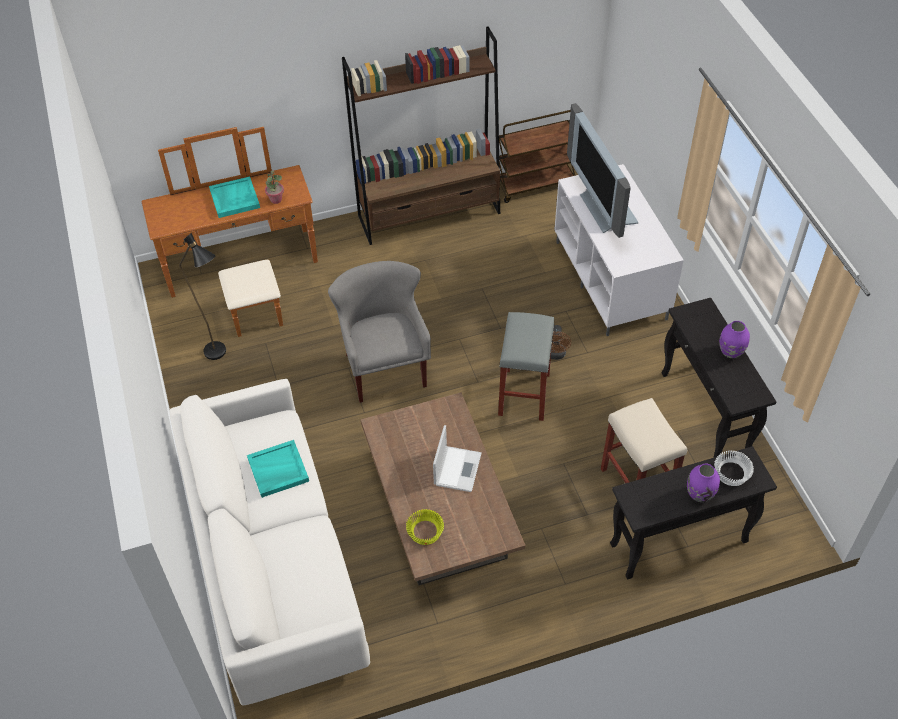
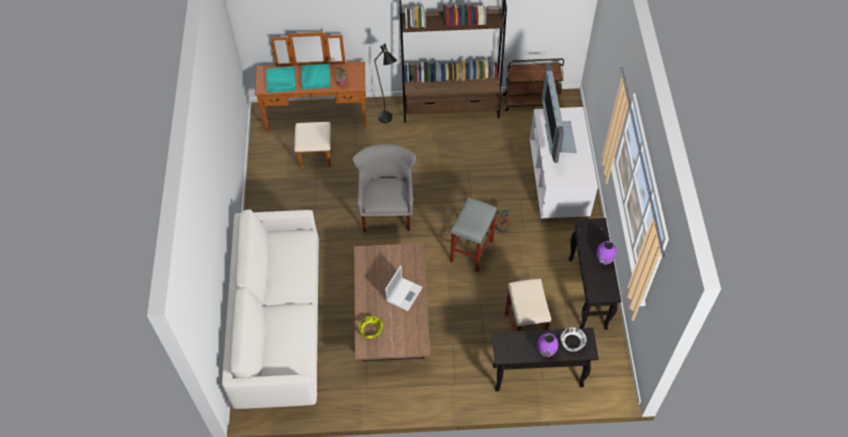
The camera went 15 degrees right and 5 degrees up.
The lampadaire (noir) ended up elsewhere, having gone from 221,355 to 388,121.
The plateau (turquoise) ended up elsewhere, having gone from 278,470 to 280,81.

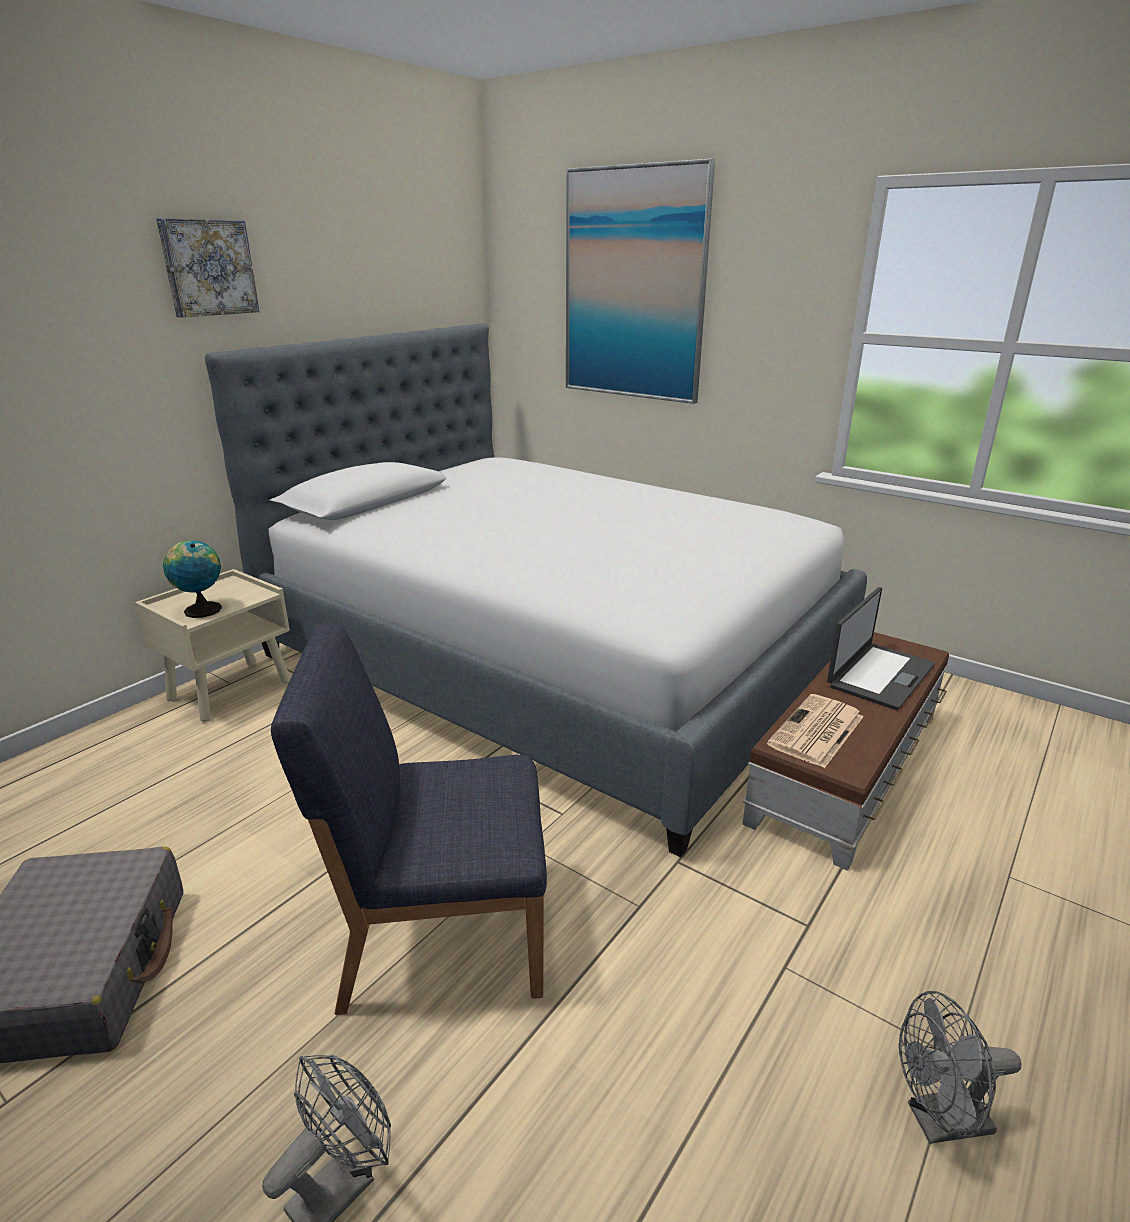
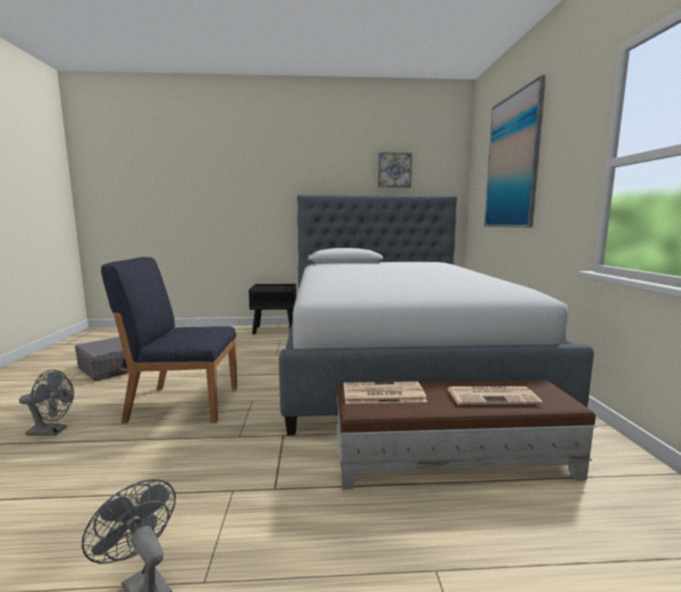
The camera went 50 degrees right and 15 degrees down.
The tableau ended up elsewhere, having gone from 208,268 to 394,170.
The second view lost the globe at 201,609.
What was the table de chevet (beige) at 231,689 turned into the table de chevet (noir) at 275,330.
Where the ordinateur portable stood at 879,675, the journal came to stand at 493,396.
The chaise (bleu) at 440,932 ended up facing another way, 45 degrees counterclockwise from before.

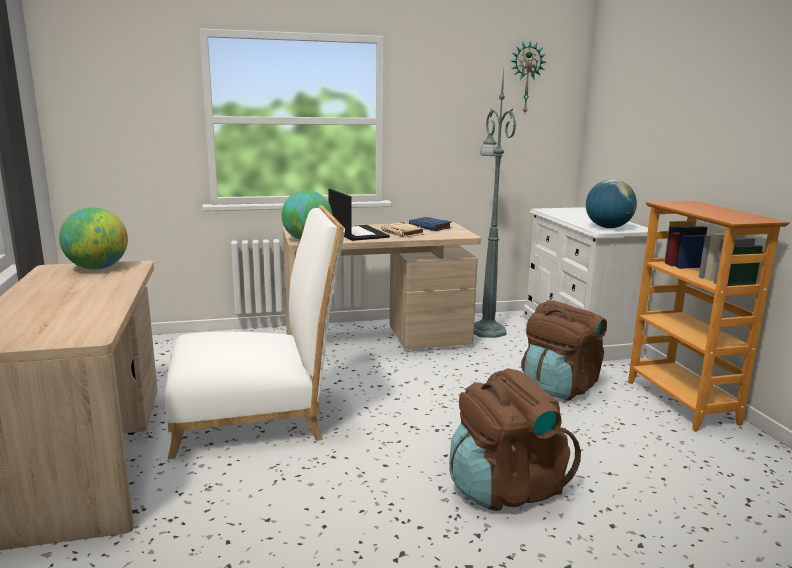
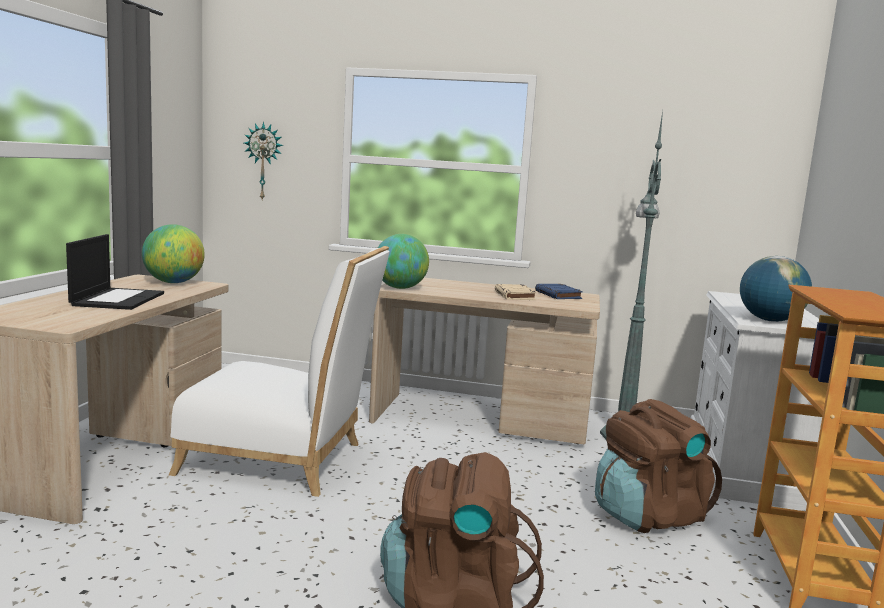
The camera went 25 degrees right and 5 degrees down.
The horloge murale ended up elsewhere, having gone from 526,78 to 264,161.
The ordinateur portable ended up elsewhere, having gone from 357,233 to 118,299.

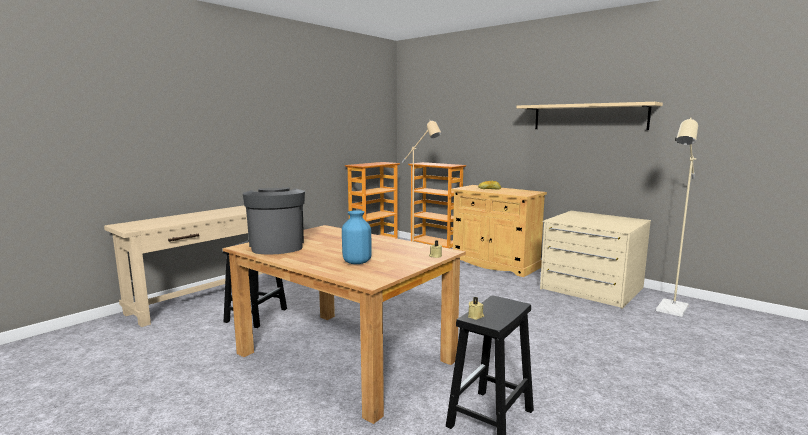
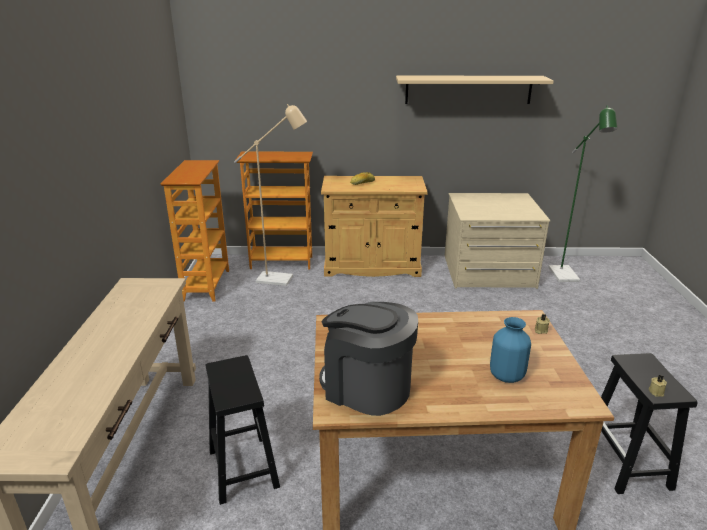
The camera went 40 degrees left and 15 degrees up.
What was the lampadaire (beige) at 671,310 turned into the lampadaire (vert) at 566,277.

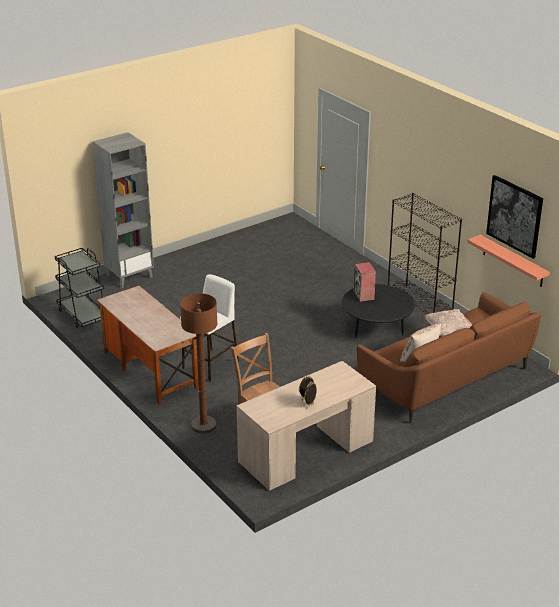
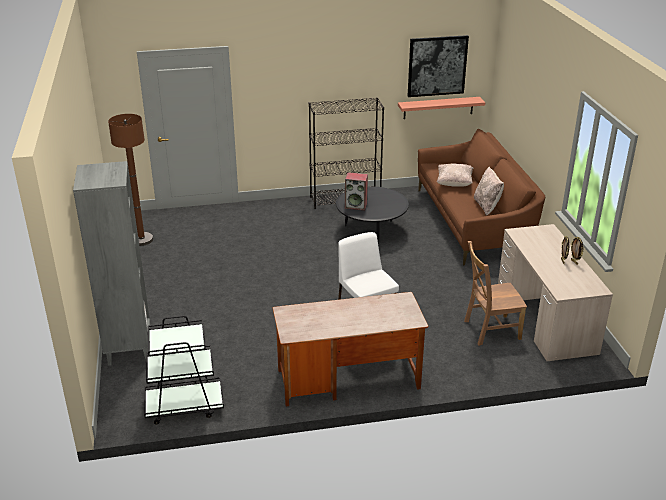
The camera went 65 degrees left and 0 degrees up.
The lampadaire (marron) ended up elsewhere, having gone from 203,425 to 141,240.

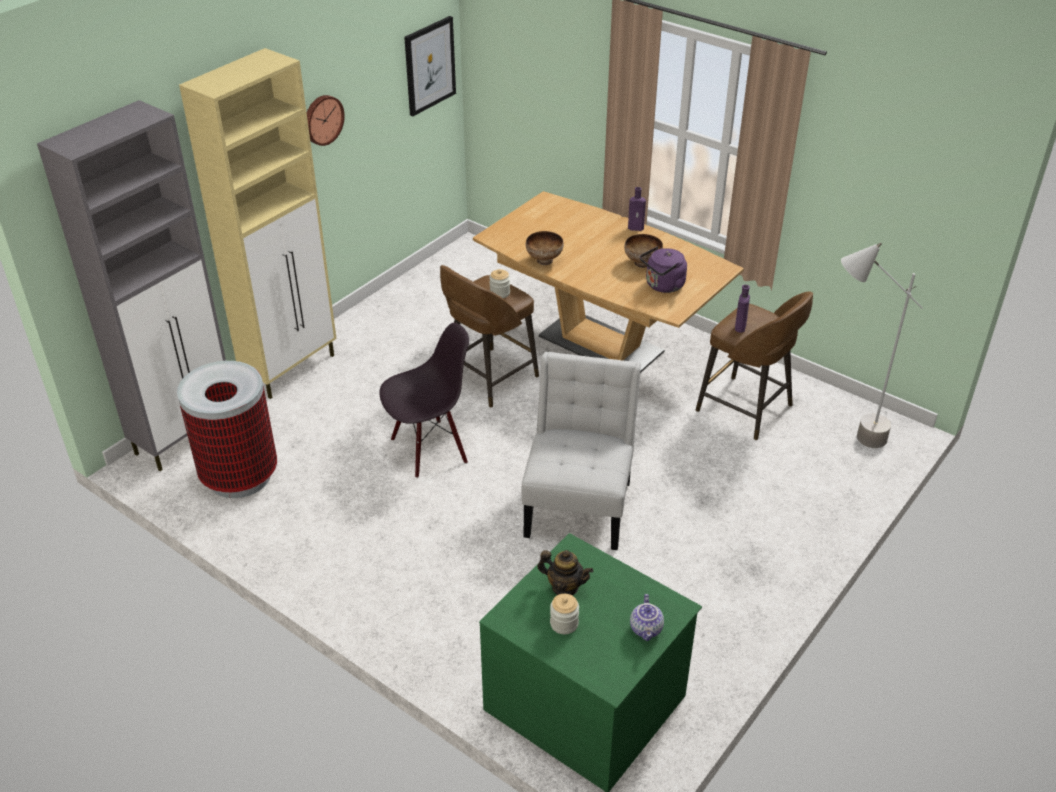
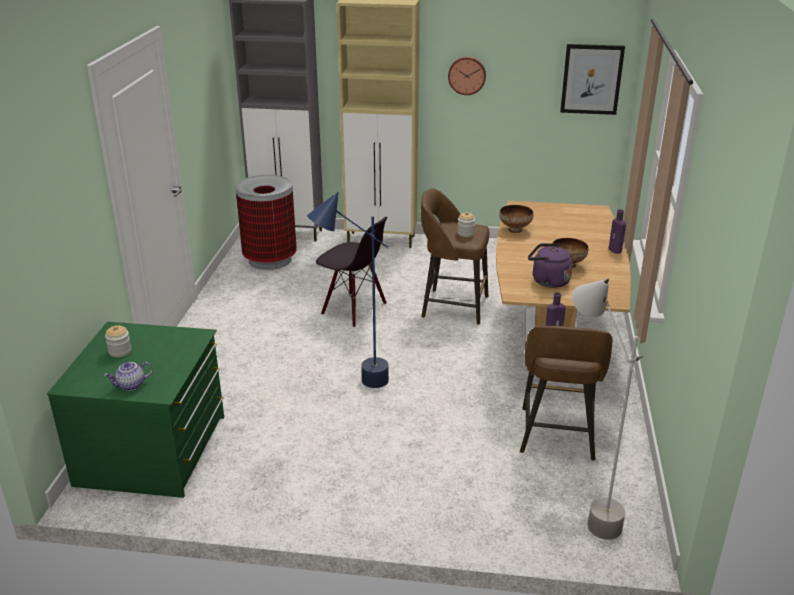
The camera went 60 degrees right and 10 degrees down.
Where the chaise (blanc) stood at 579,504, the lampadaire (bleu) came to stand at 354,386.
The second view lost the théière at 564,587.

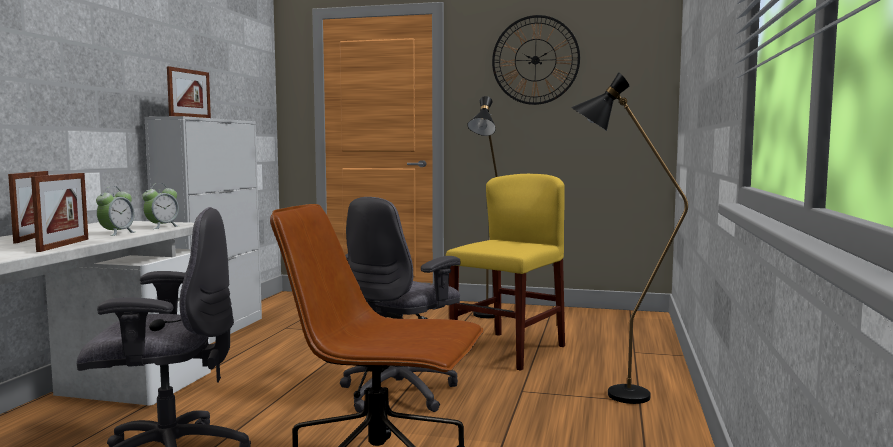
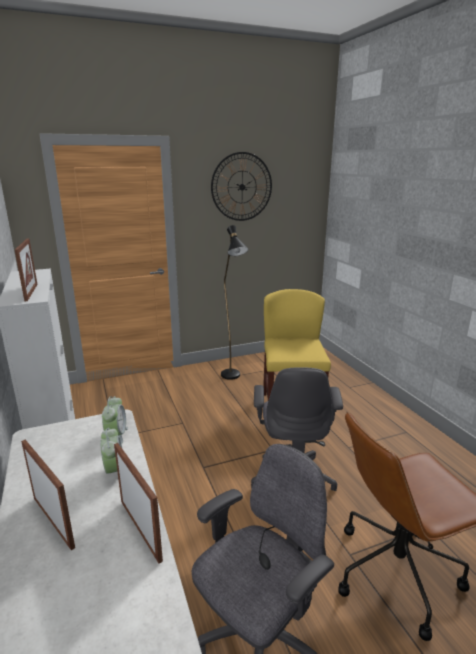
The camera went 35 degrees left and 15 degrees up.
The second view lost the lampadaire (noir) at 612,394.

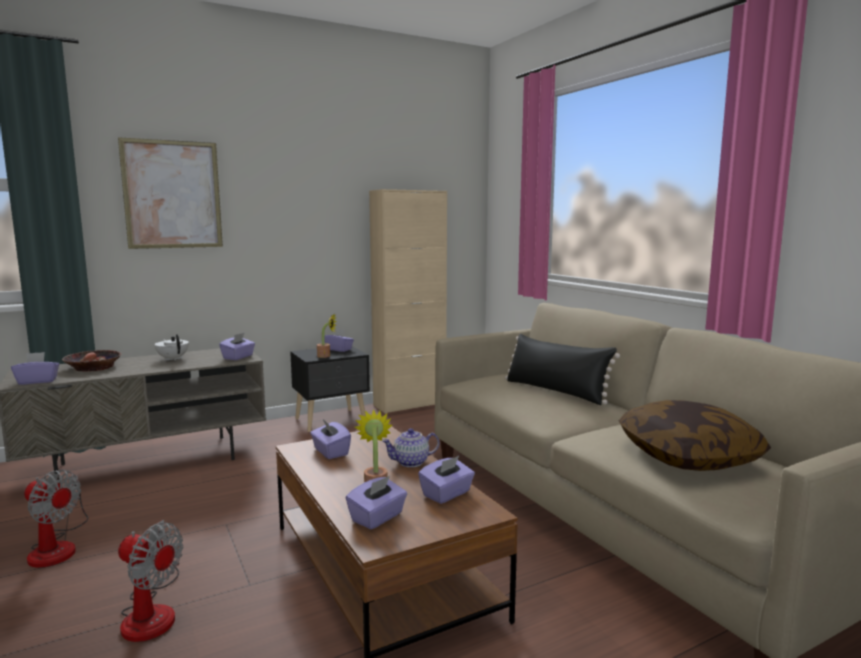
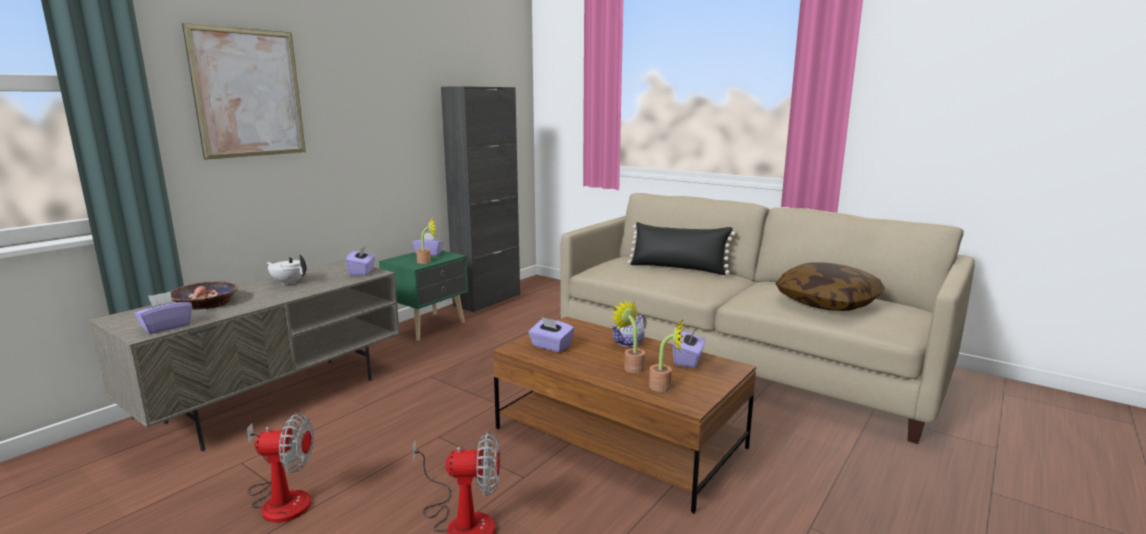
The camera went 25 degrees left and 5 degrees up.
What was the meuble de rangement (beige) at 409,404 turned into the meuble de rangement (noir) at 487,300.
What was the table de chevet (noir) at 332,420 turned into the table de chevet (vert) at 429,326.
Where the boîte à mouchoirs (violet) stood at 377,517, the plante en pot came to stand at 664,387.

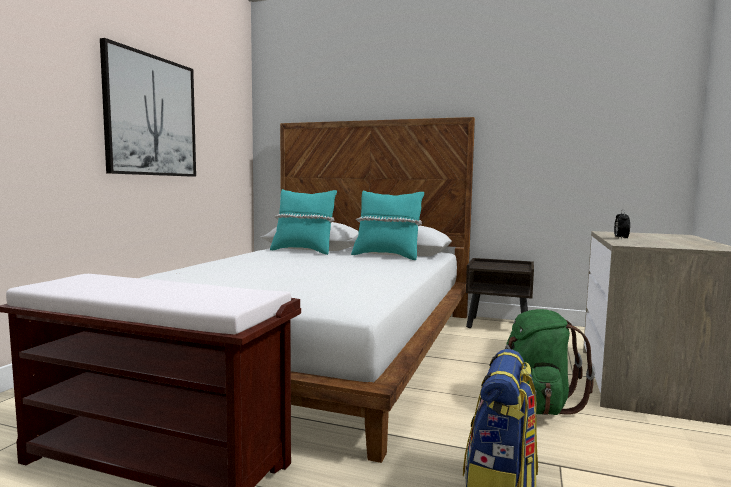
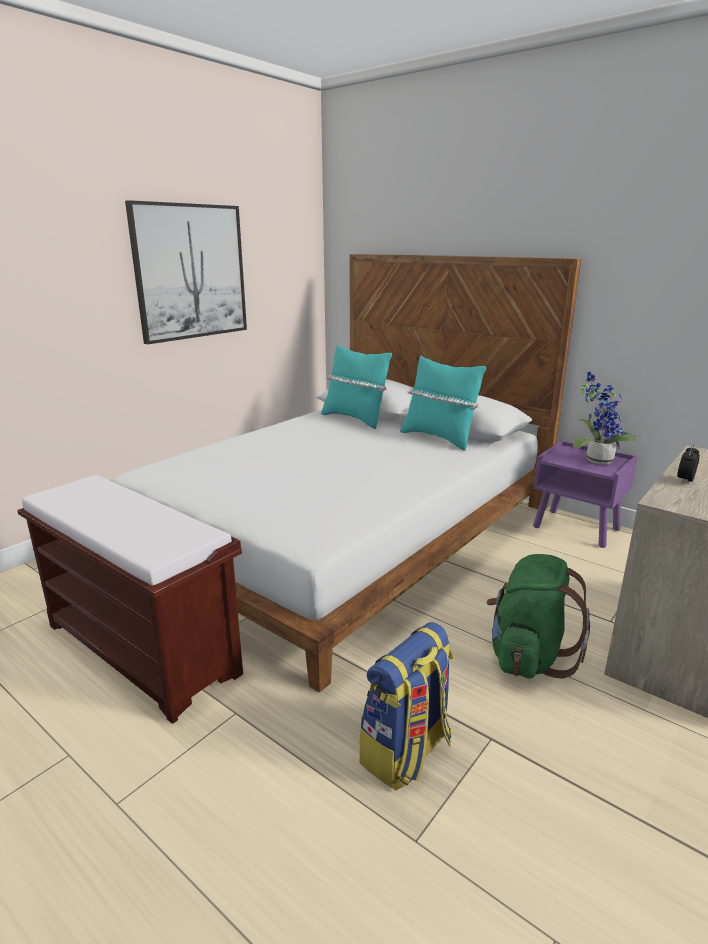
The camera went 20 degrees right and 15 degrees up.
What was the table de chevet (marron) at 499,325 turned into the table de chevet (violet) at 577,528.
The second view gained the plante en pot at 596,460.

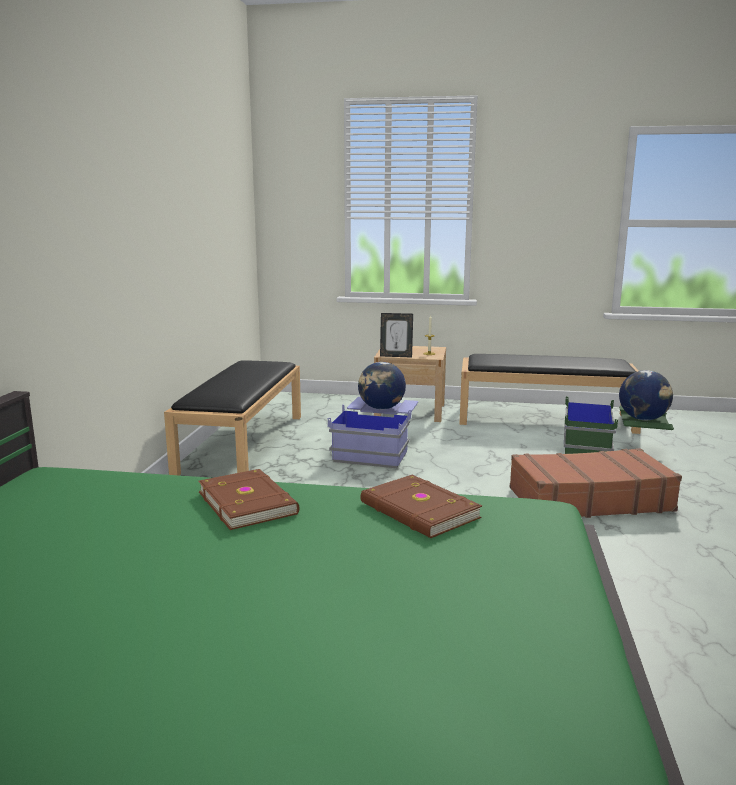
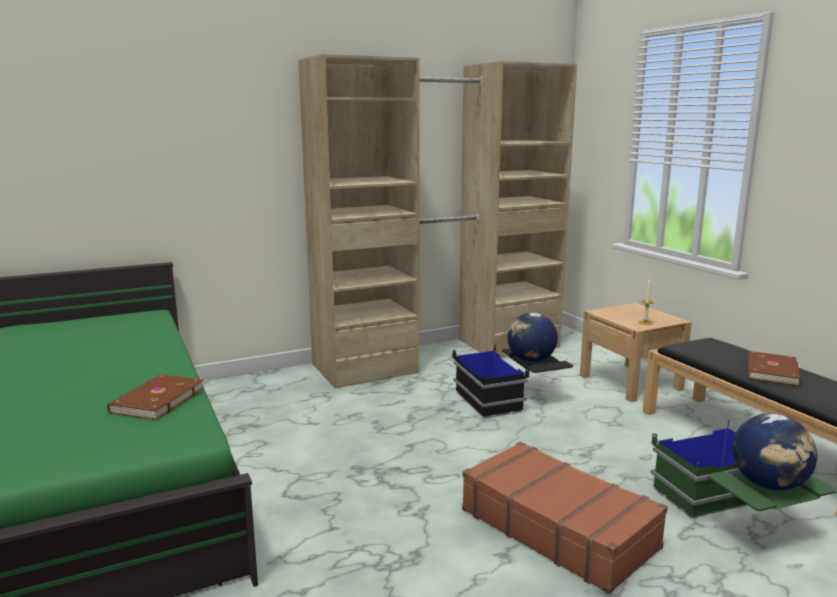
The camera went 55 degrees right and 0 degrees up.
The second view lost the cadre photo at 396,356.
Where the banc (noir) stood at 242,443, the armoire (beige) came to stand at 441,355.
What was the boîte de rangement (bleu) at 376,449 turned into the boîte de rangement (noir) at 511,398.
The livre (marron) ended up elsewhere, having gone from 248,502 to 774,371.

